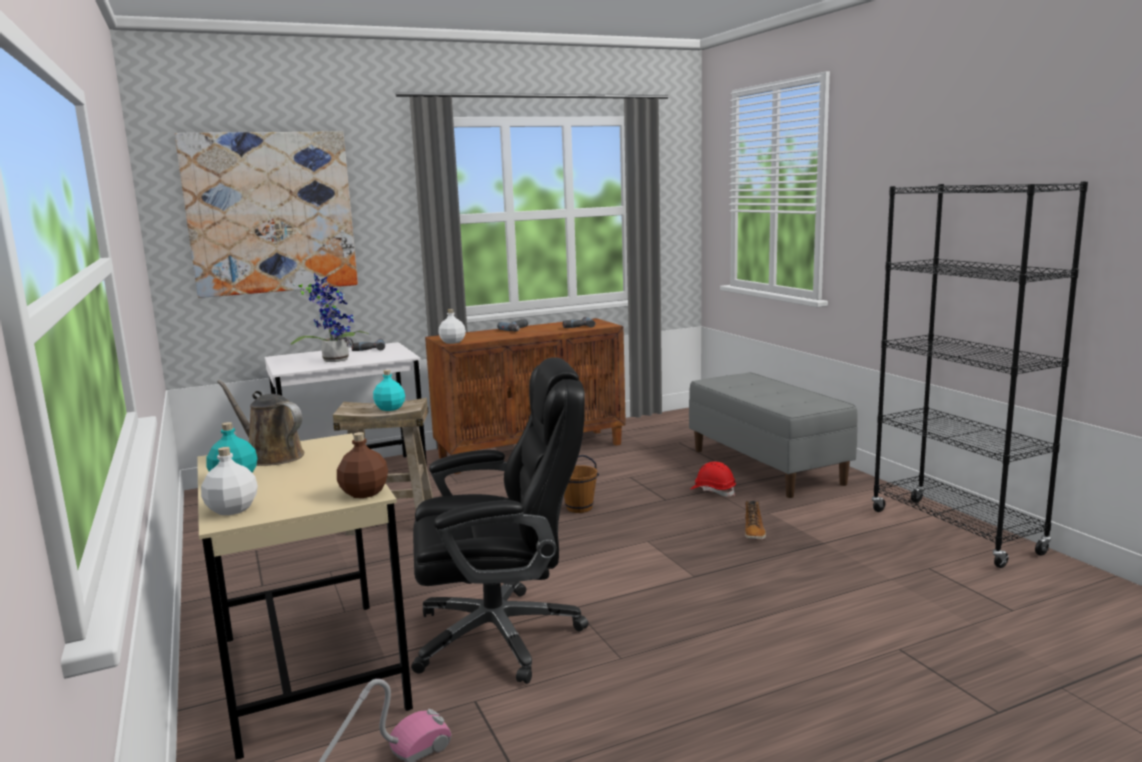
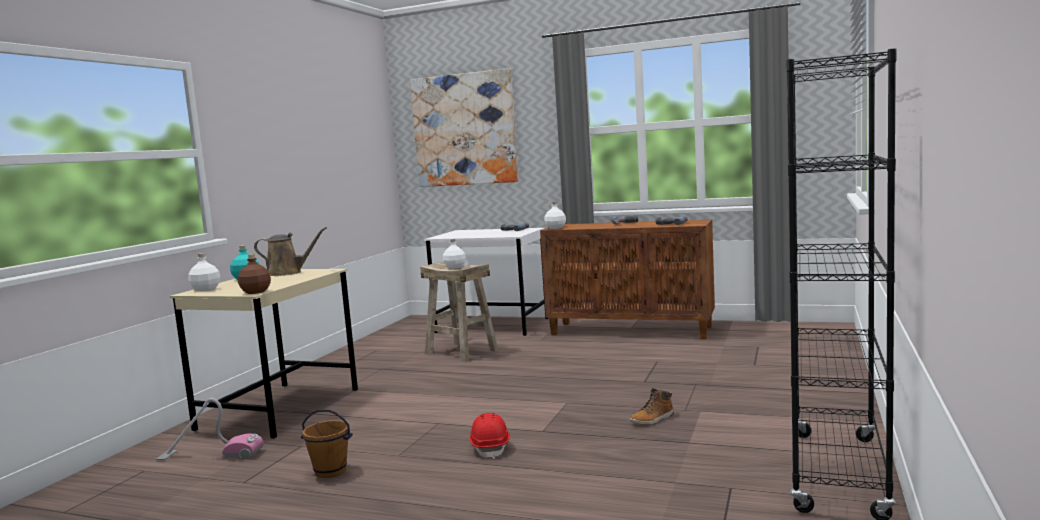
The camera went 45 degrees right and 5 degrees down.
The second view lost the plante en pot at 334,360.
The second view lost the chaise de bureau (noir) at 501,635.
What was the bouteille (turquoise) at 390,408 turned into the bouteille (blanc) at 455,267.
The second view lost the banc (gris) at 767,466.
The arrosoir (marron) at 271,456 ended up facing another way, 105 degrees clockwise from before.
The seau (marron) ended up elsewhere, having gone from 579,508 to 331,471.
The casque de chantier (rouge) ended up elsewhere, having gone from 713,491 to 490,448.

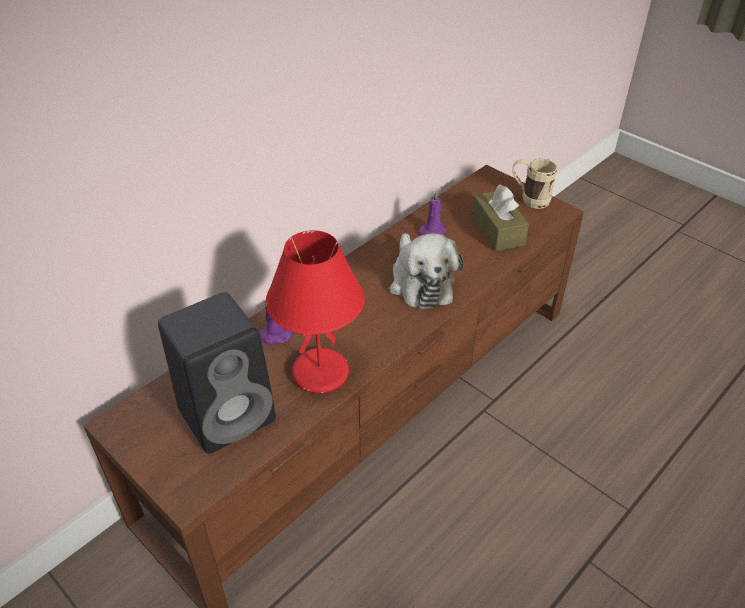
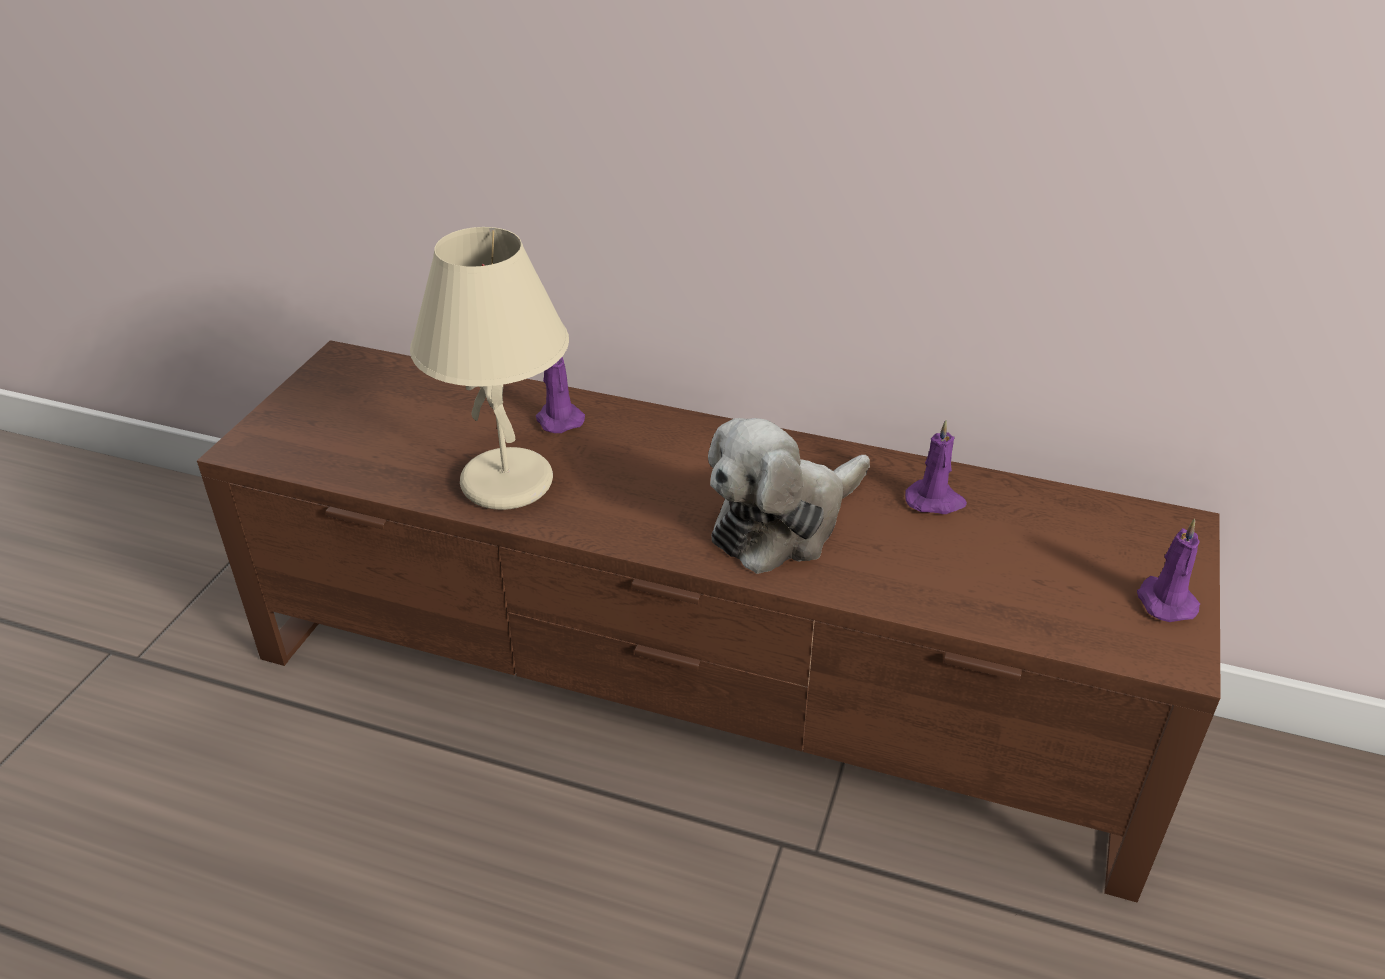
The camera went 65 degrees right and 5 degrees down.
Where the mug (beige) stood at 529,200, the bougie (violet) came to stand at 1164,601.
The second view lost the boîte à mouchoirs (marron) at 497,230.
What was the lampe de table (rouge) at 321,372 turned into the lampe de table (beige) at 509,483.
The second view lost the enceinte (noir) at 229,413.

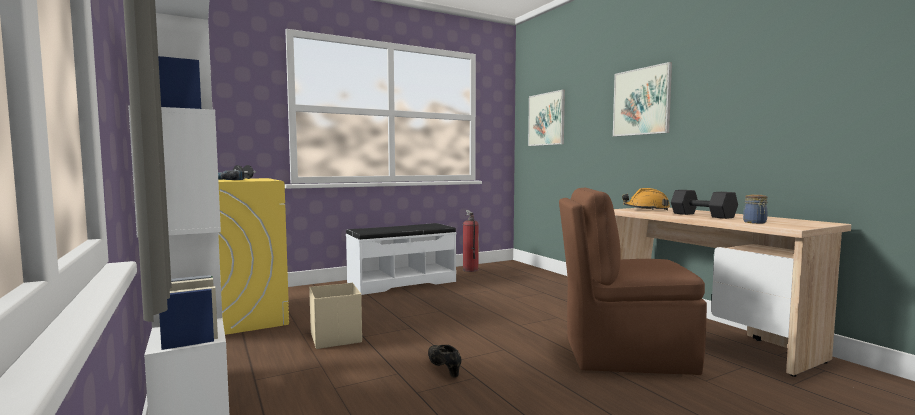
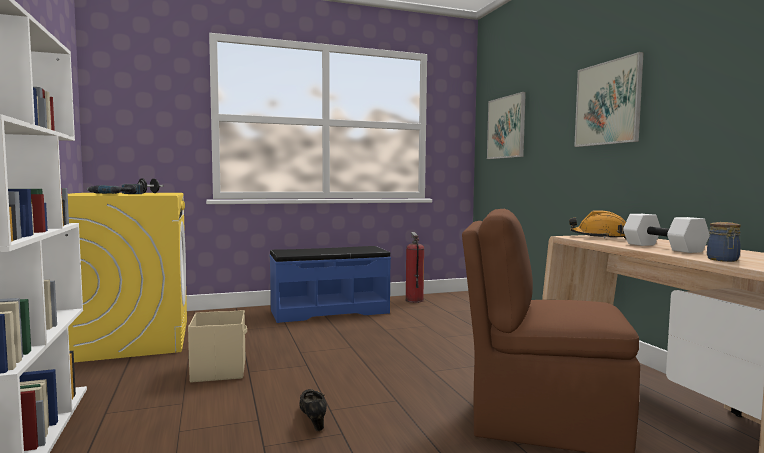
The camera went 10 degrees right and 0 degrees up.
What was the haltère (noir) at 701,215 turned into the haltère (blanc) at 661,247.
What was the banc (blanc) at 401,282 turned into the banc (bleu) at 329,311.

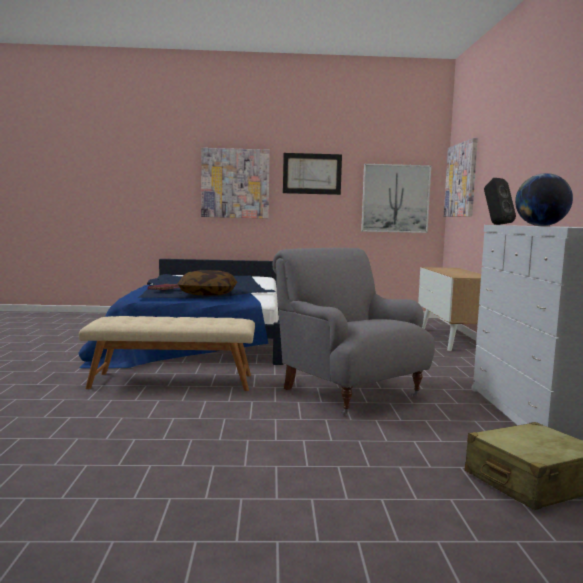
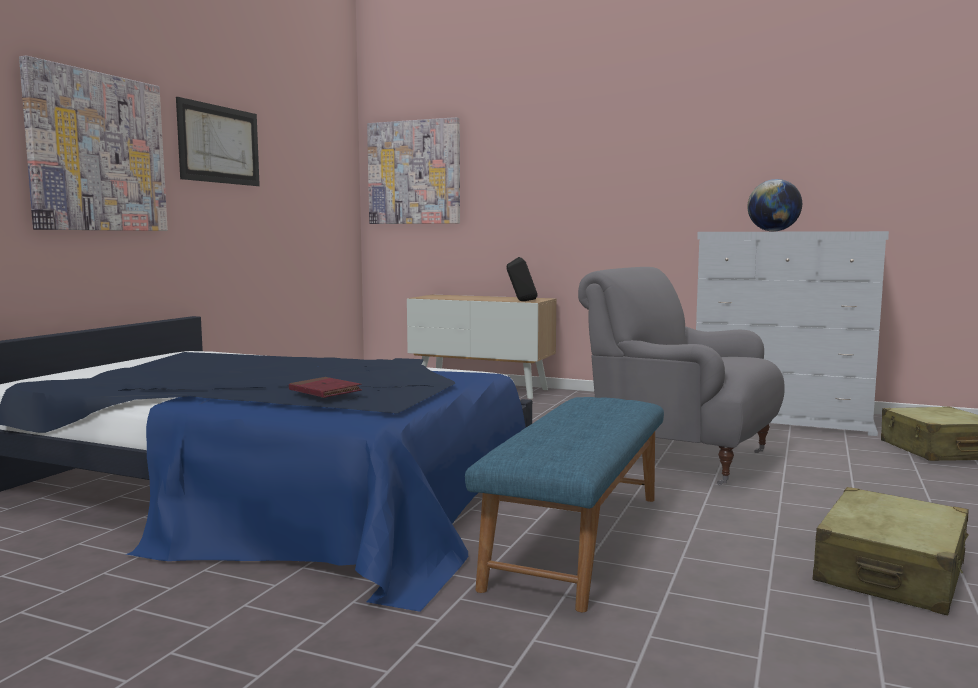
The camera went 65 degrees left and 0 degrees up.
The second view lost the tableau at 395,198.
The enceinte (noir) ended up elsewhere, having gone from 496,224 to 521,301.
The fauteuil (gris) at 348,392 ended up facing another way, 45 degrees clockwise from before.
The second view lost the coussin at 208,294.
What was the banc (beige) at 172,381 turned into the banc (bleu) at 576,538.
The second view gained the valise (beige) at 890,572.

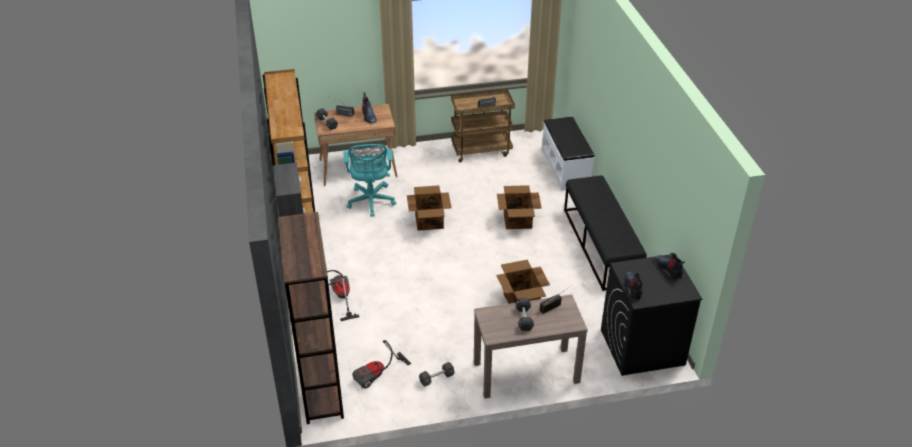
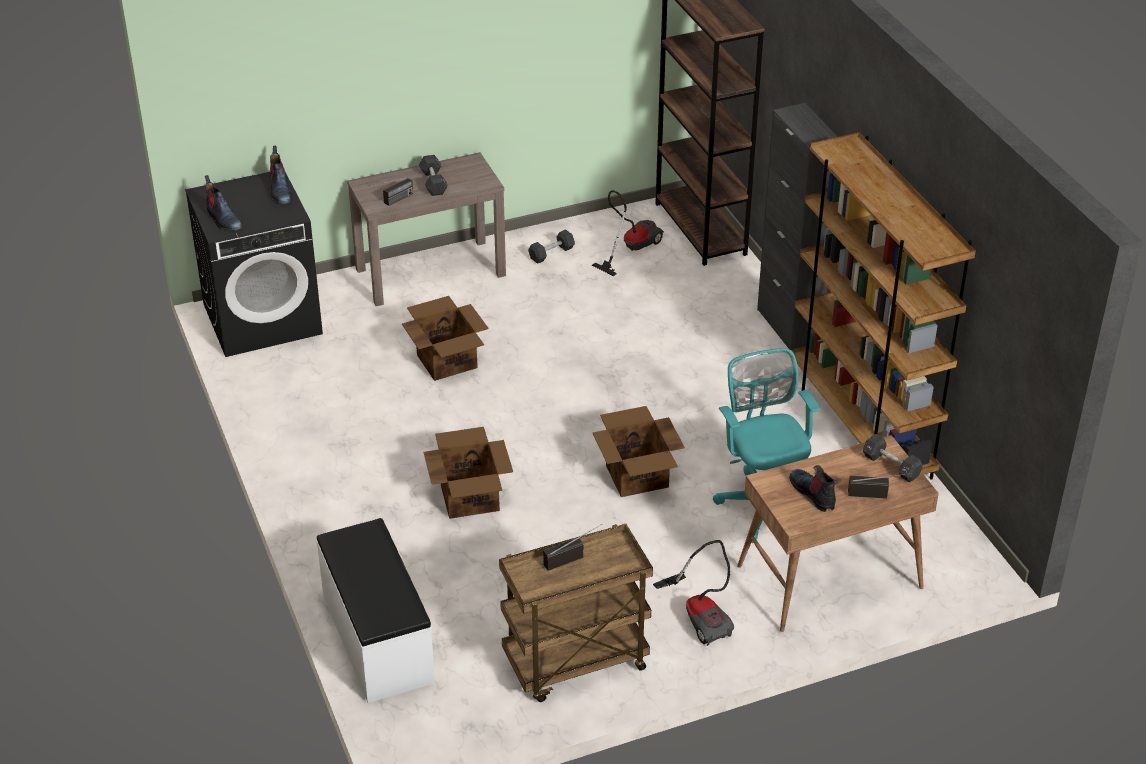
The camera went 170 degrees right and 0 degrees up.
The second view lost the banc (noir) at 600,246.
The aspirateur ended up elsewhere, having gone from 341,297 to 701,615.

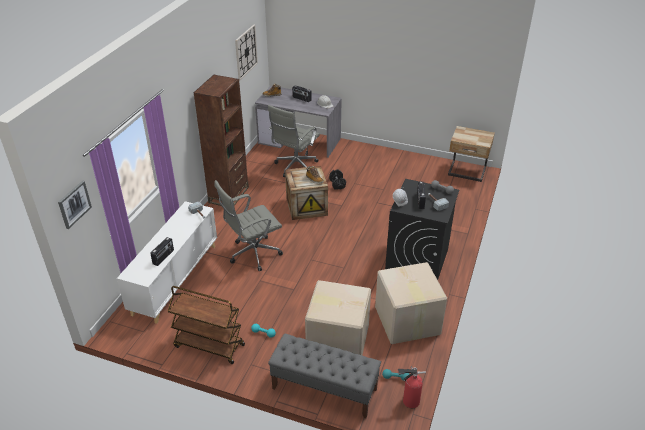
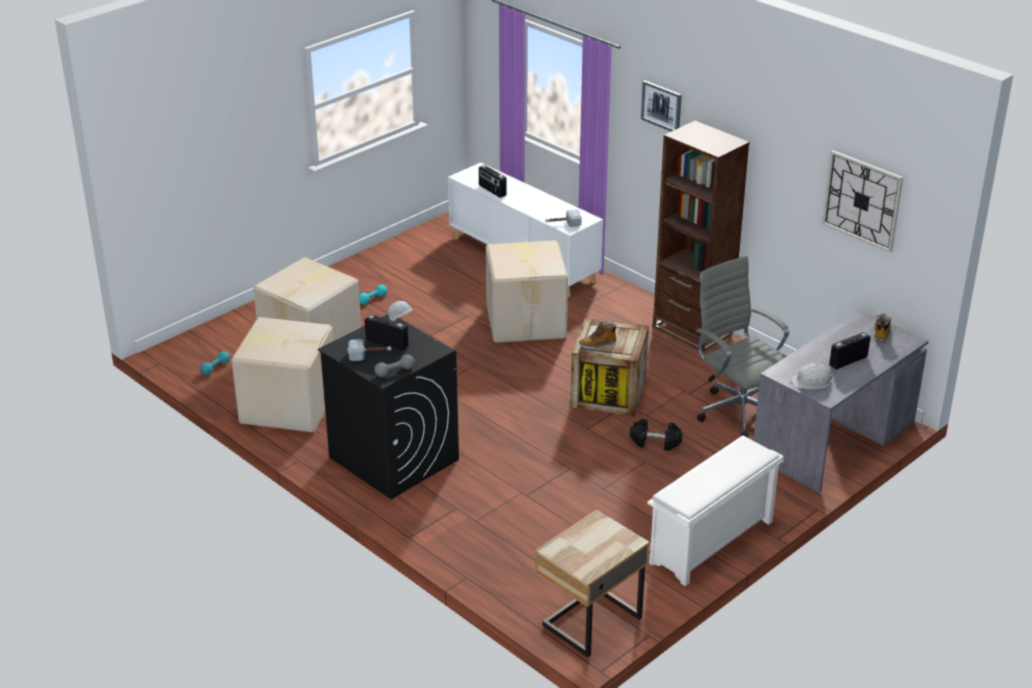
The camera went 115 degrees right and 5 degrees down.
Where the chaise de bureau (gris) stood at 252,254, the carton came to stand at 527,321.
The tableau ended up elsewhere, having gone from 74,204 to 662,106.
The second view lost the chariot (marron) at 208,346.
The second view lost the banc (gris) at 324,389.
The second view lost the extincteur at 409,401.
The second view gained the étagère à chaussures (blanc) at 711,543.

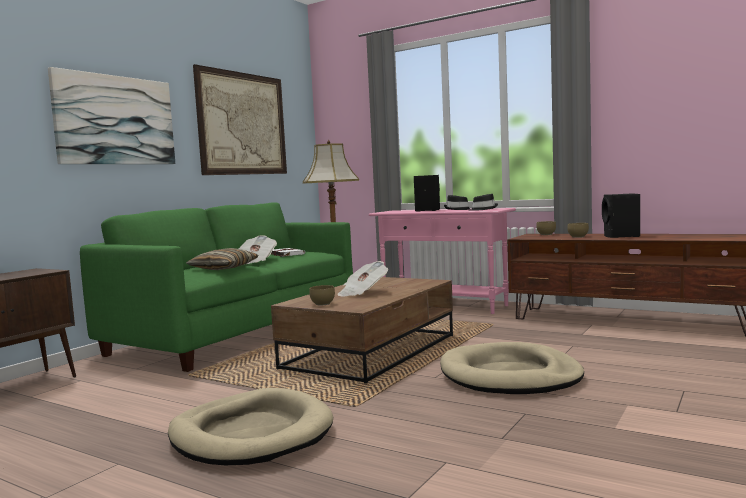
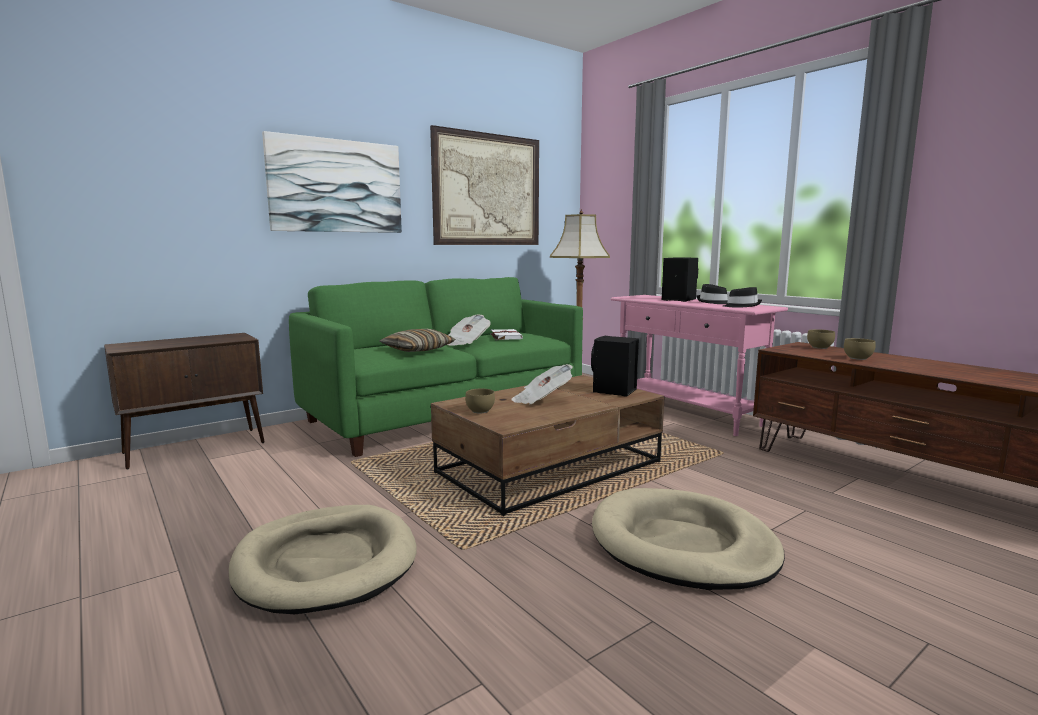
The camera went 20 degrees right and 5 degrees up.
The enceinte (noir) ended up elsewhere, having gone from 621,236 to 613,391.

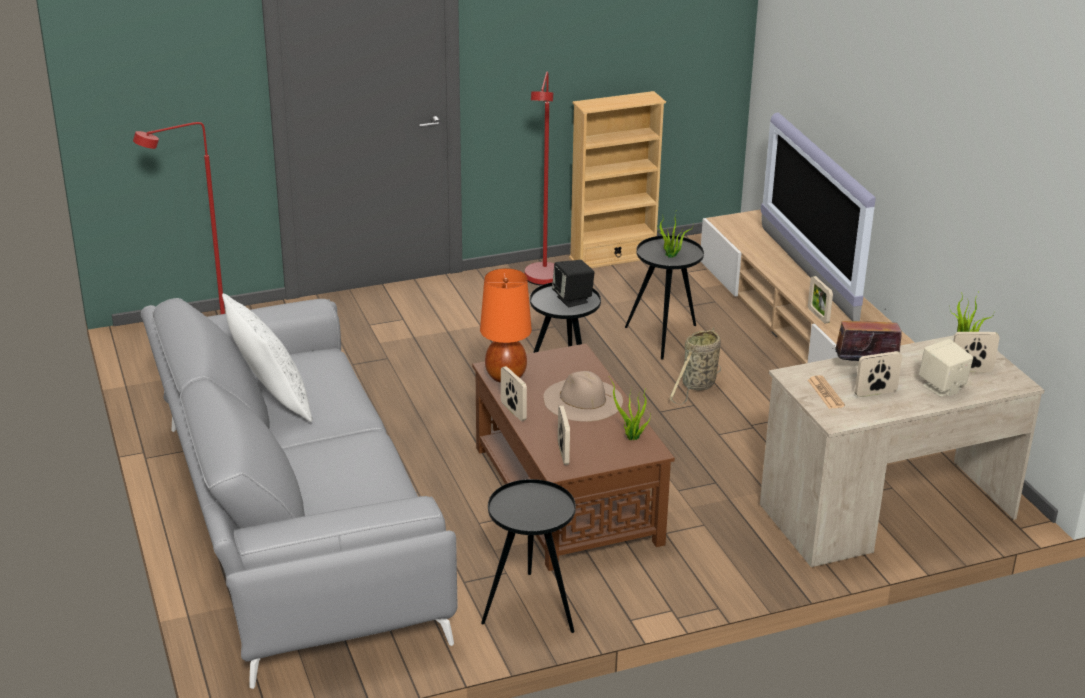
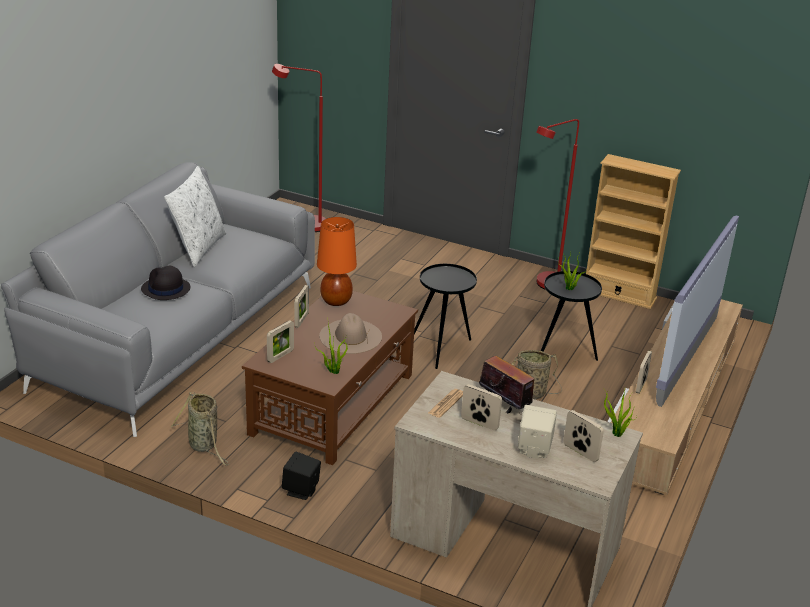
The camera went 45 degrees right and 0 degrees up.
The enceinte (noir) ended up elsewhere, having gone from 573,299 to 301,490.
Where the table d'appoint (noir) stood at 530,606, the panier came to stand at 204,445.
The second view gained the chapeau (noir) at 165,289.

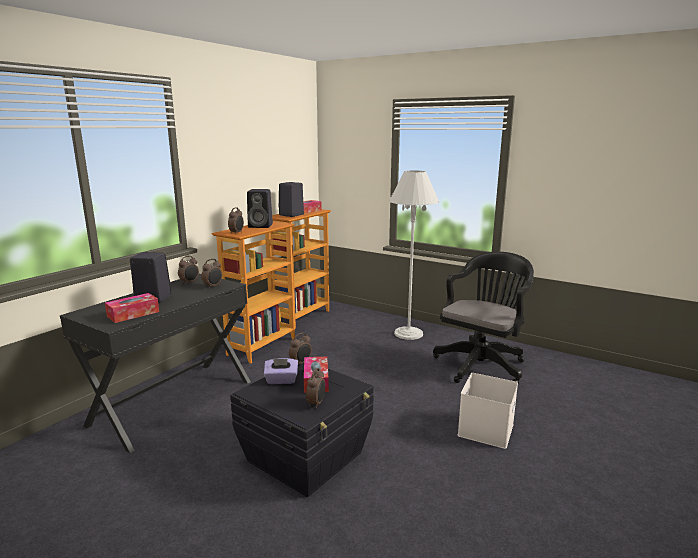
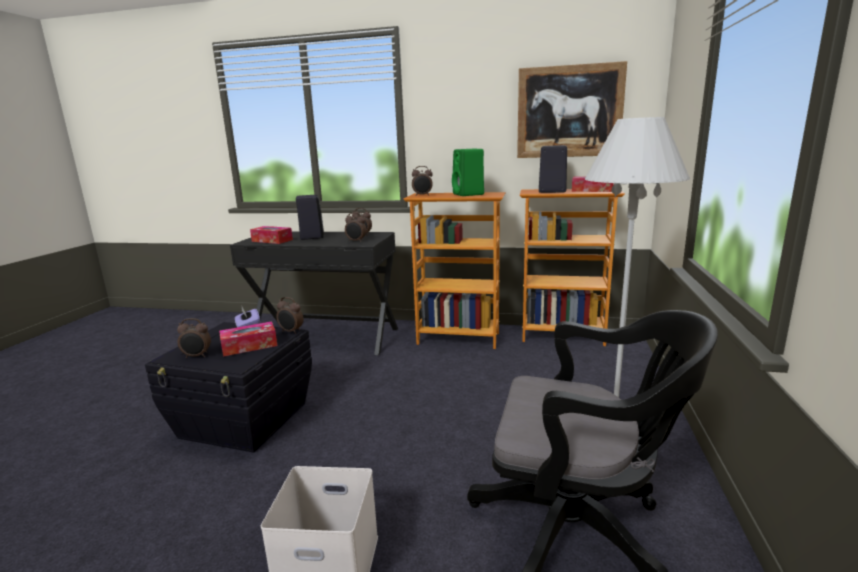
The camera went 70 degrees right and 0 degrees up.
What was the enceinte (noir) at 261,226 turned into the enceinte (vert) at 469,194.
The second view gained the tableau at 569,112.

